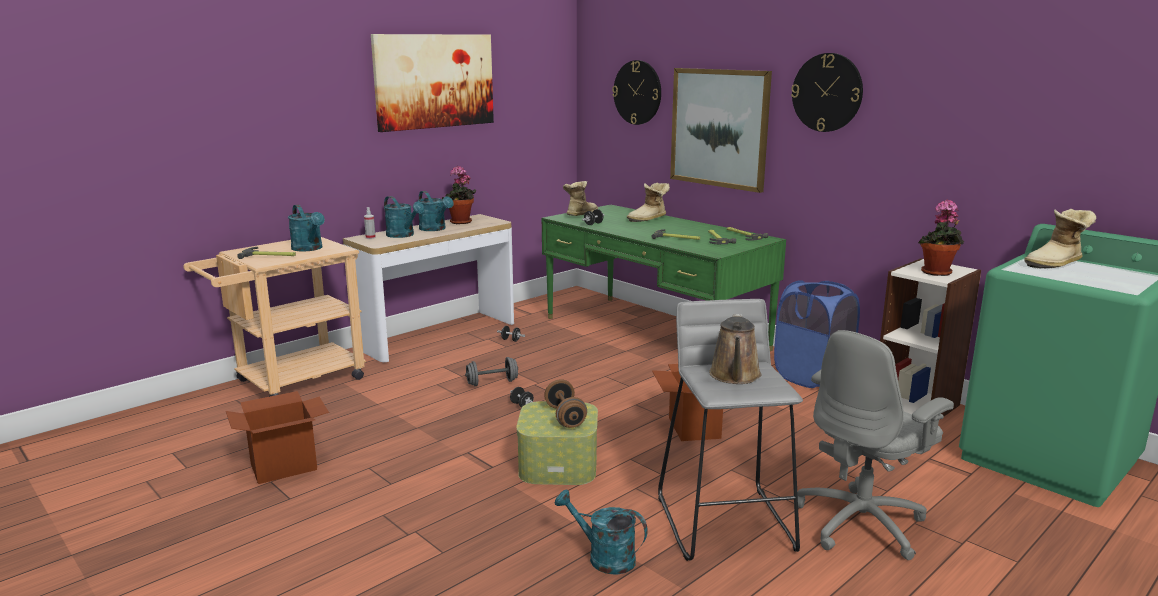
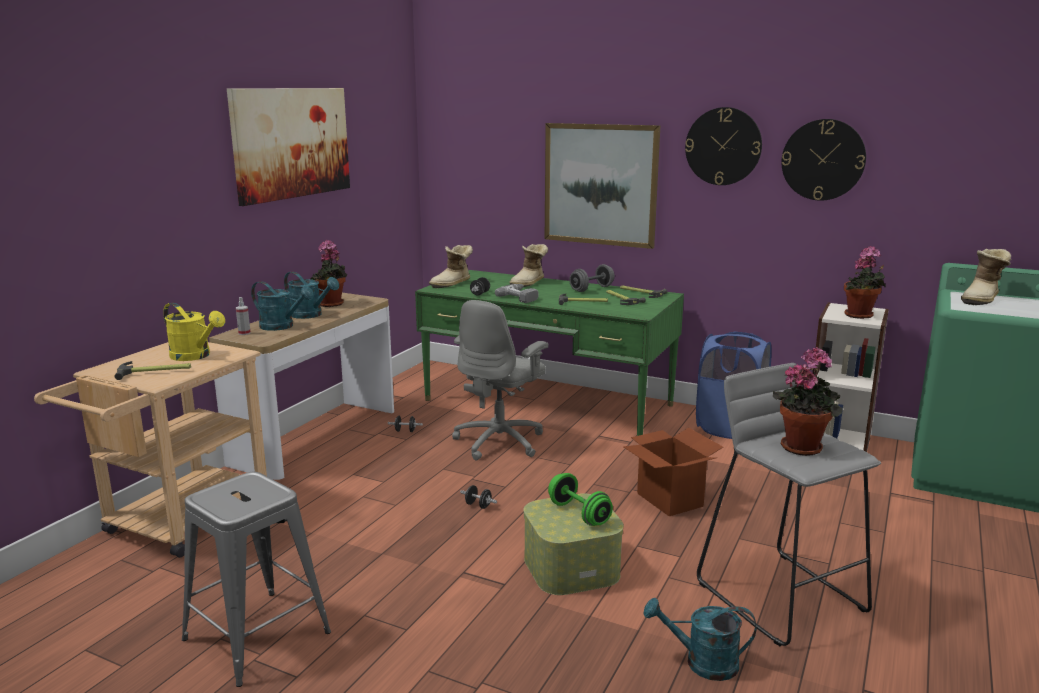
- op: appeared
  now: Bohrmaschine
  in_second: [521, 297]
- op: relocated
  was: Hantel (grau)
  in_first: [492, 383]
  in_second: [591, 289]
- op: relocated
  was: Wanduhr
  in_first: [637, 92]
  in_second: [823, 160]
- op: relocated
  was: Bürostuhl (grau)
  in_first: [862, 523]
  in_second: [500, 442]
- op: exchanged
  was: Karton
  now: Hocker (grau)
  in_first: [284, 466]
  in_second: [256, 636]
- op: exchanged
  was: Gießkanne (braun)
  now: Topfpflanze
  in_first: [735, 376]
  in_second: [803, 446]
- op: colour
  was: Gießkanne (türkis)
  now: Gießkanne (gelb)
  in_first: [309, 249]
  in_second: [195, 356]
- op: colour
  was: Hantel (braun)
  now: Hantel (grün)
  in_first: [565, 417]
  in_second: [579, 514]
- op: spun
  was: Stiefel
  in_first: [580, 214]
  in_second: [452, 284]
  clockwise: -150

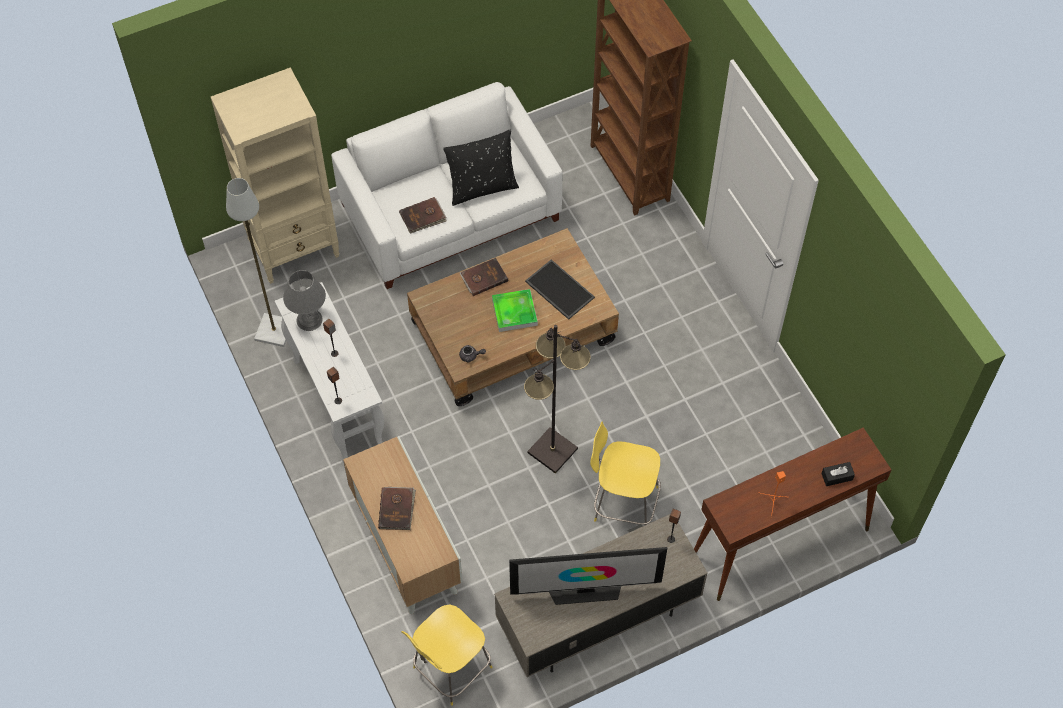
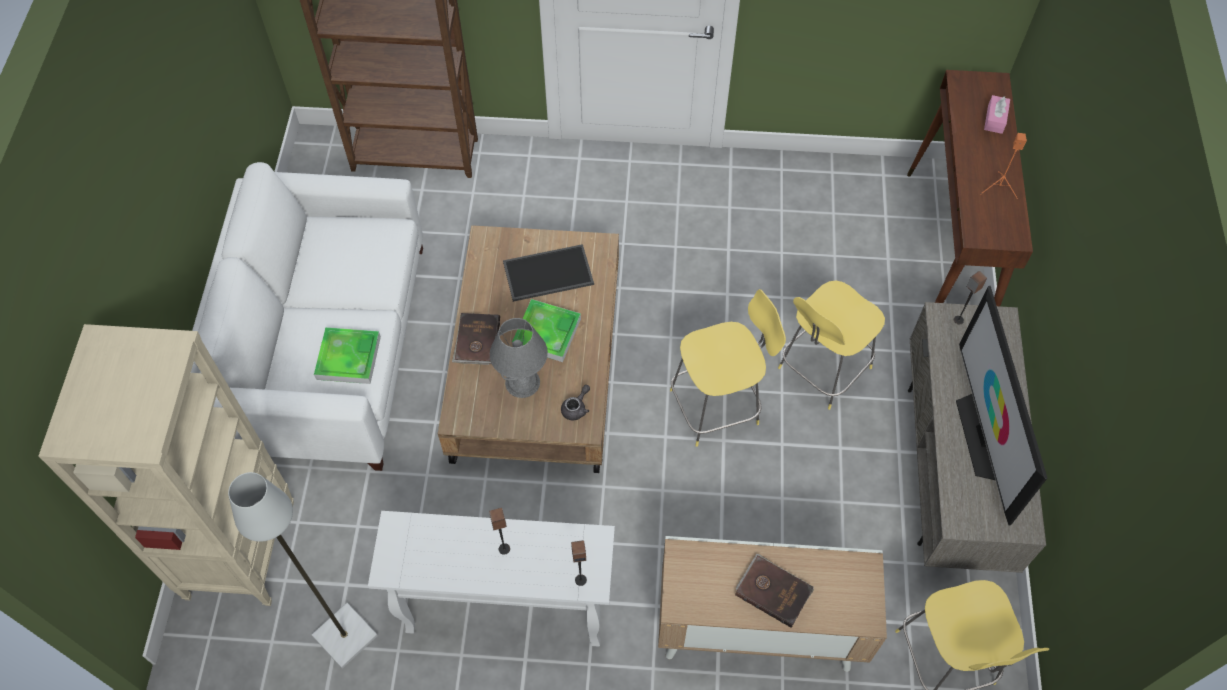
- op: missing
  was: Kissen (schwarz)
  in_first: [482, 187]
- op: relocated
  was: Tischlampe (grau)
  in_first: [309, 320]
  in_second: [522, 382]
- op: exchanged
  was: Buch (braun)
  now: Tablett
  in_first: [423, 217]
  in_second: [348, 358]
- op: exchanged
  was: Stehlampe (schwarz)
  now: Hocker (gelb)
  in_first: [552, 451]
  in_second: [717, 406]
- op: colour
  was: Taschentuchbox (schwarz)
  now: Taschentuchbox (rosa)
  in_first: [837, 476]
  in_second: [995, 119]
- op: spun
  was: Fernseher
  in_first: [585, 589]
  in_second: [983, 436]
  clockwise: 150

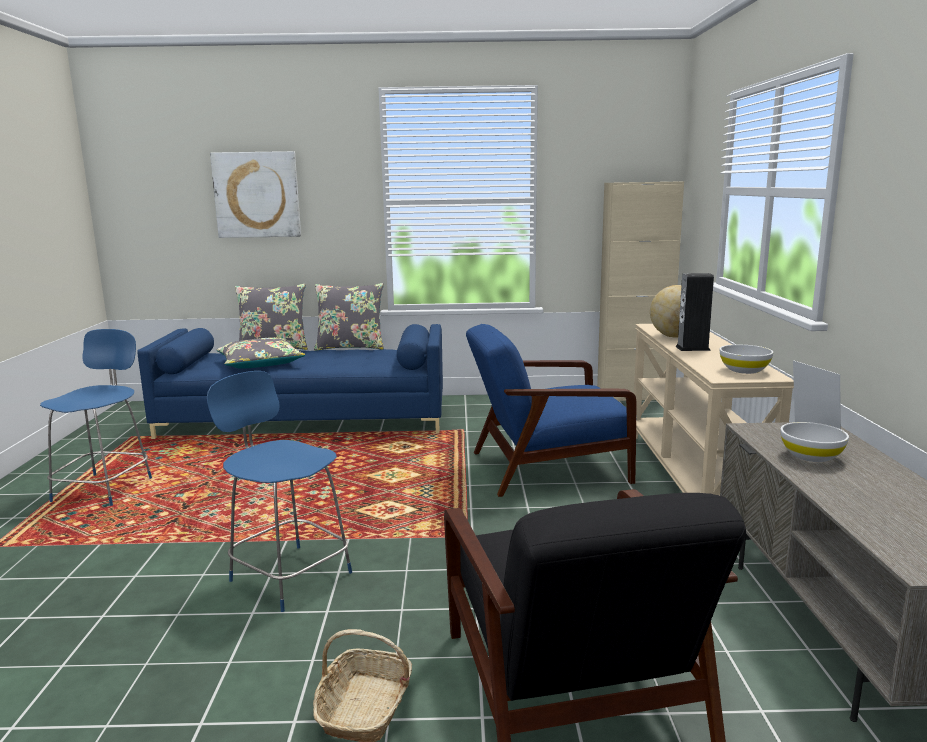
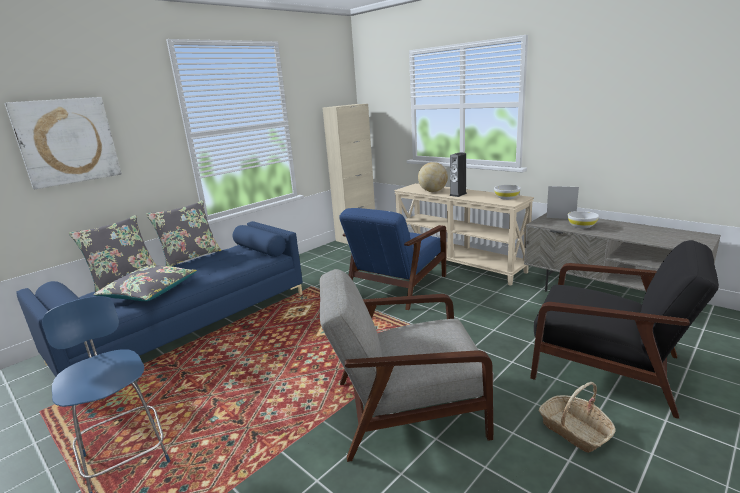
- op: exchanged
  was: Hocker (blau)
  now: Sessel (grau)
  in_first: [288, 575]
  in_second: [405, 408]

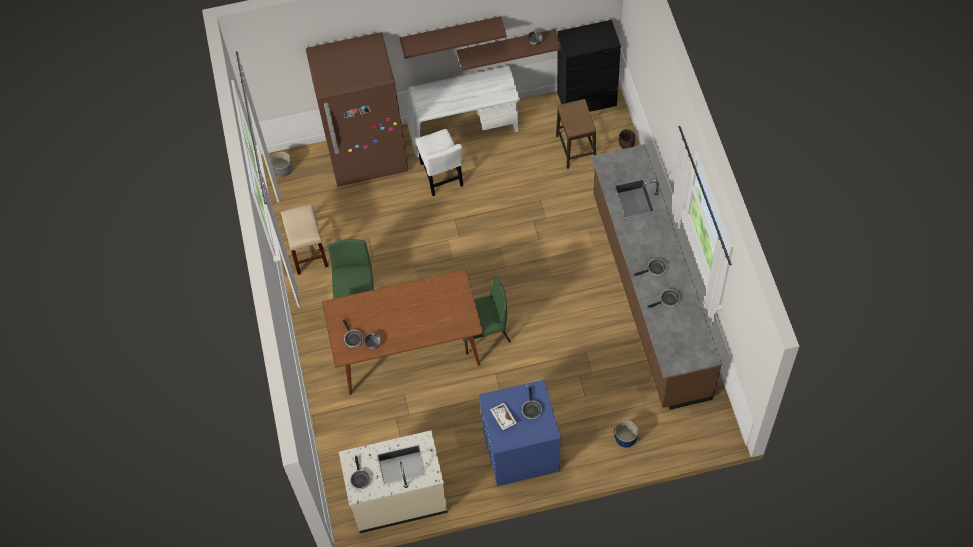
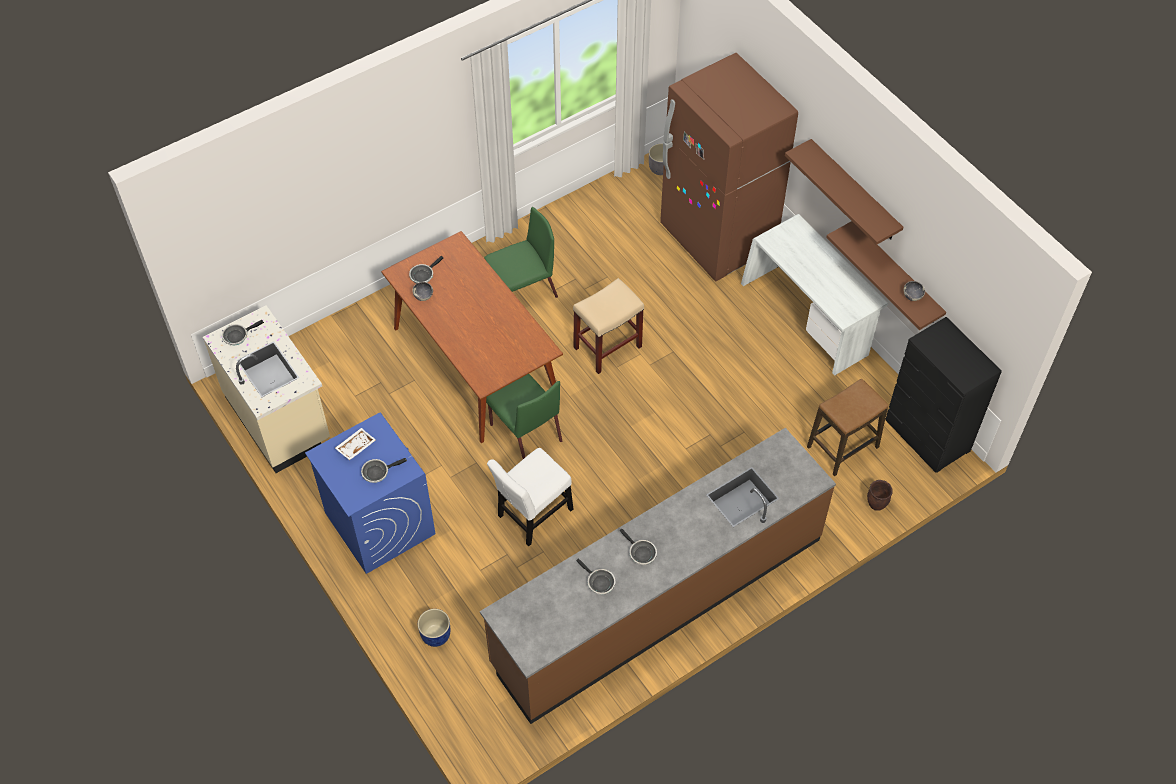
- op: relocated
  was: Hocker (beige)
  in_first: [309, 253]
  in_second: [607, 348]
- op: relocated
  was: Stuhl (weiß)
  in_first: [441, 177]
  in_second: [532, 515]

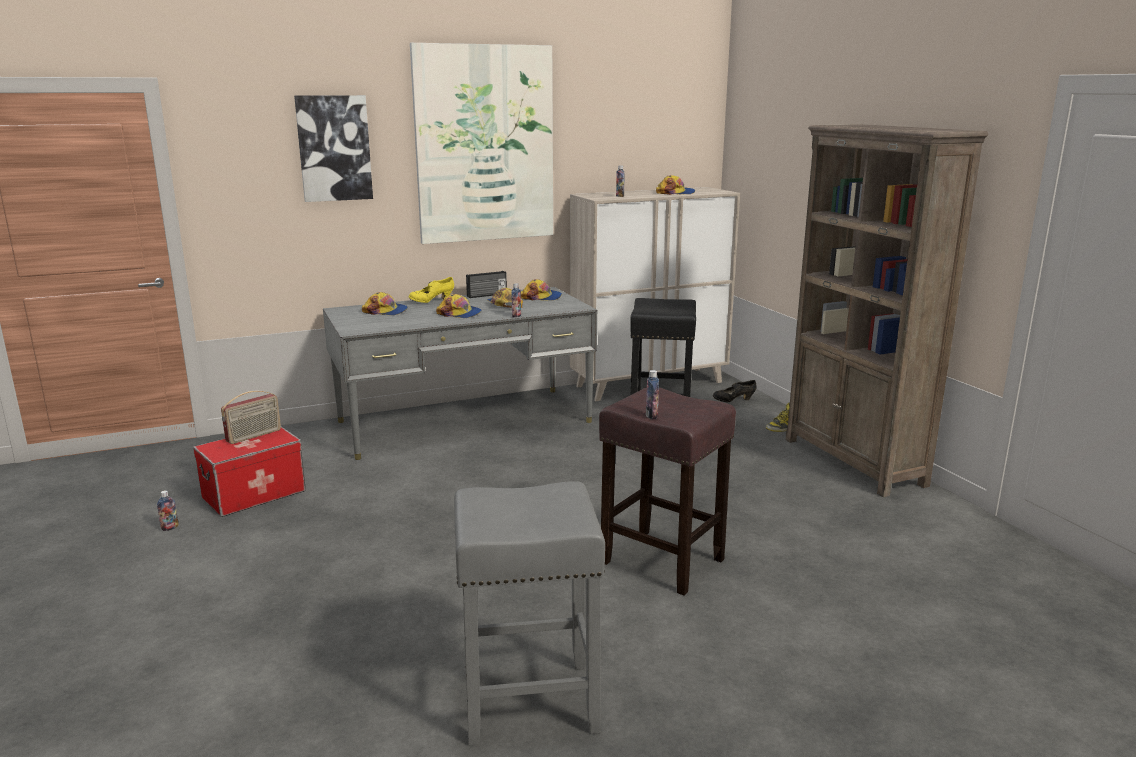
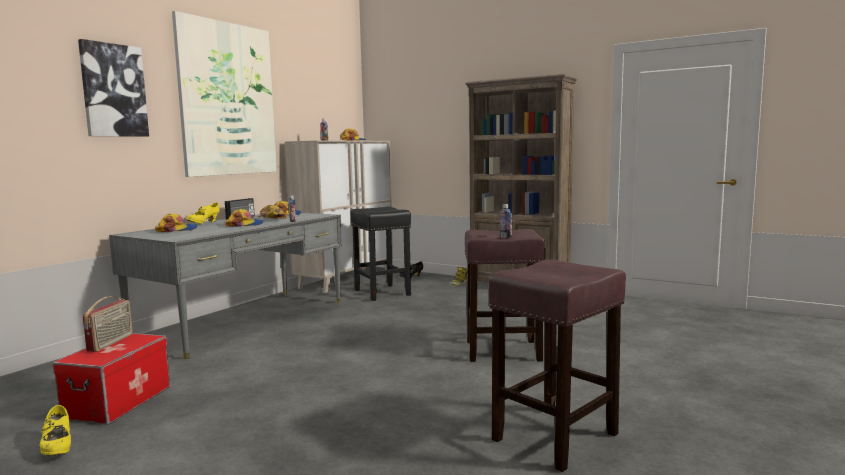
- op: exchanged
  was: Flasche
  now: Schuh (gelb)
  in_first: [170, 528]
  in_second: [58, 448]
- op: colour
  was: Hocker (grau)
  now: Hocker (braun)
  in_first: [527, 702]
  in_second: [554, 437]

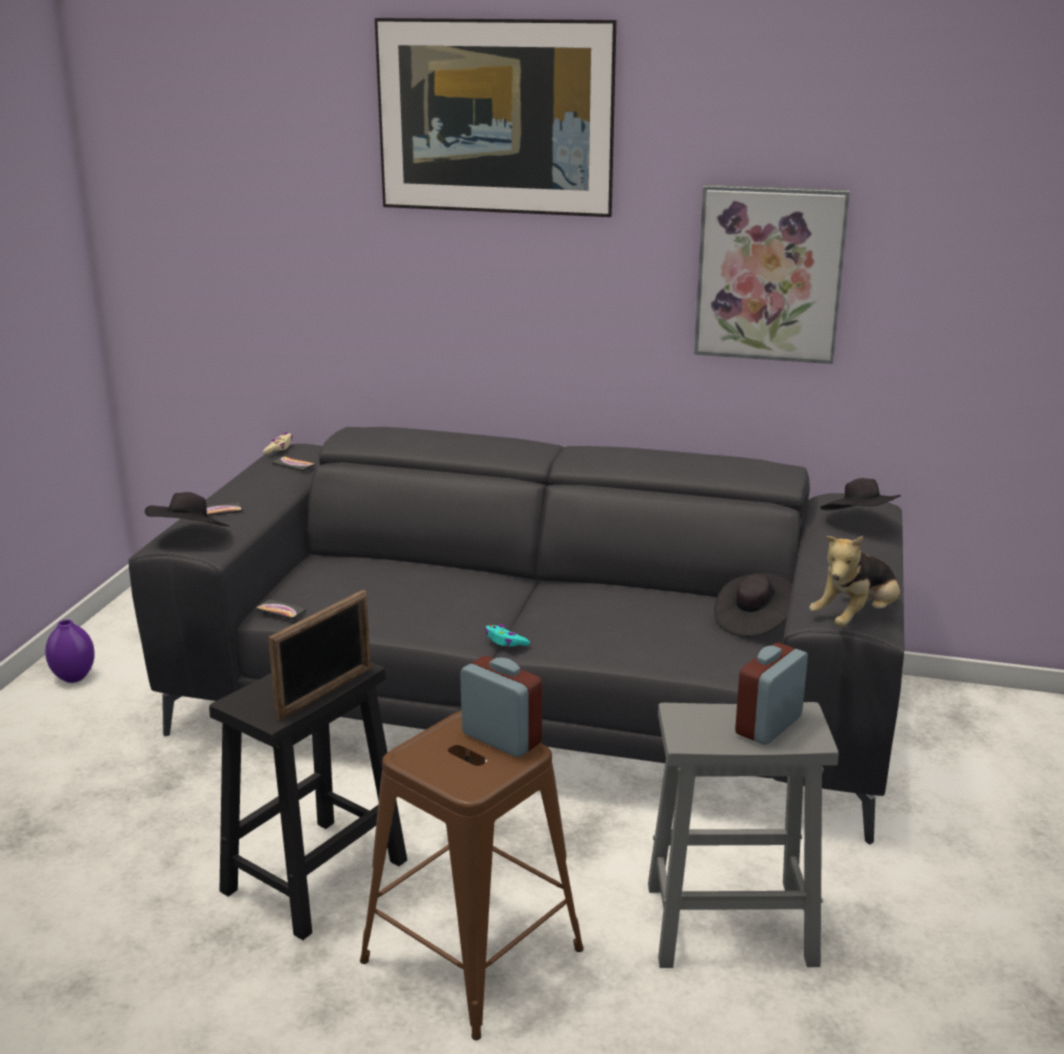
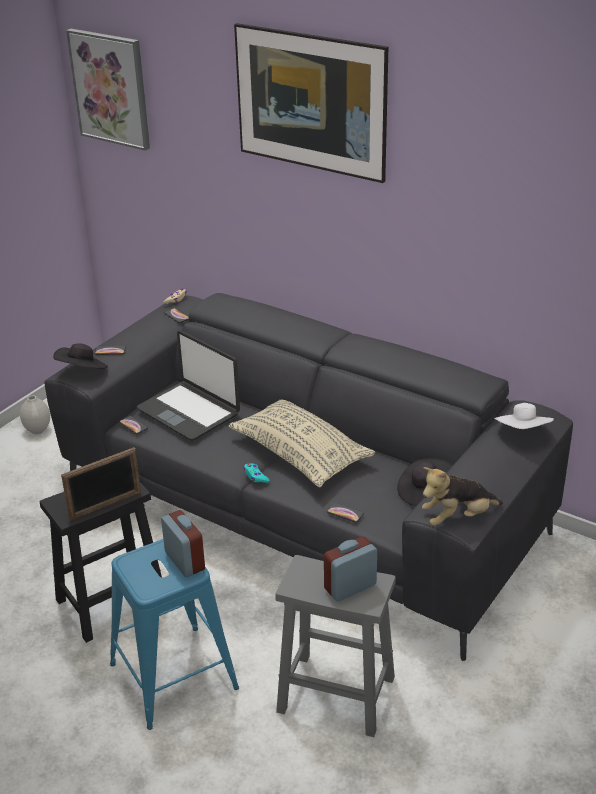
- op: appeared
  now: Laptop
  in_second: [189, 411]
- op: appeared
  now: Kissen (beige)
  in_second: [301, 454]
- op: appeared
  now: Handy
  in_second: [345, 513]
- op: relocated
  was: Bild
  in_first: [769, 273]
  in_second: [111, 88]
- op: colour
  was: Vase (lila)
  now: Vase (weiß)
  in_first: [74, 677]
  in_second: [38, 430]
- op: colour
  was: Hocker (braun)
  now: Hocker (blau)
  in_first: [473, 955]
  in_second: [174, 676]
- op: colour
  was: Hut (schwarz)
  now: Hut (weiß)
  in_first: [859, 522]
  in_second: [523, 433]

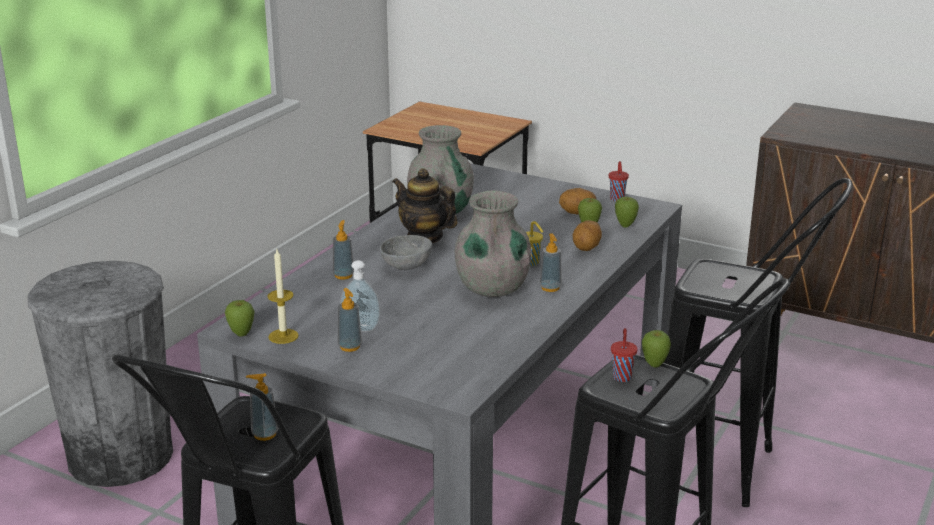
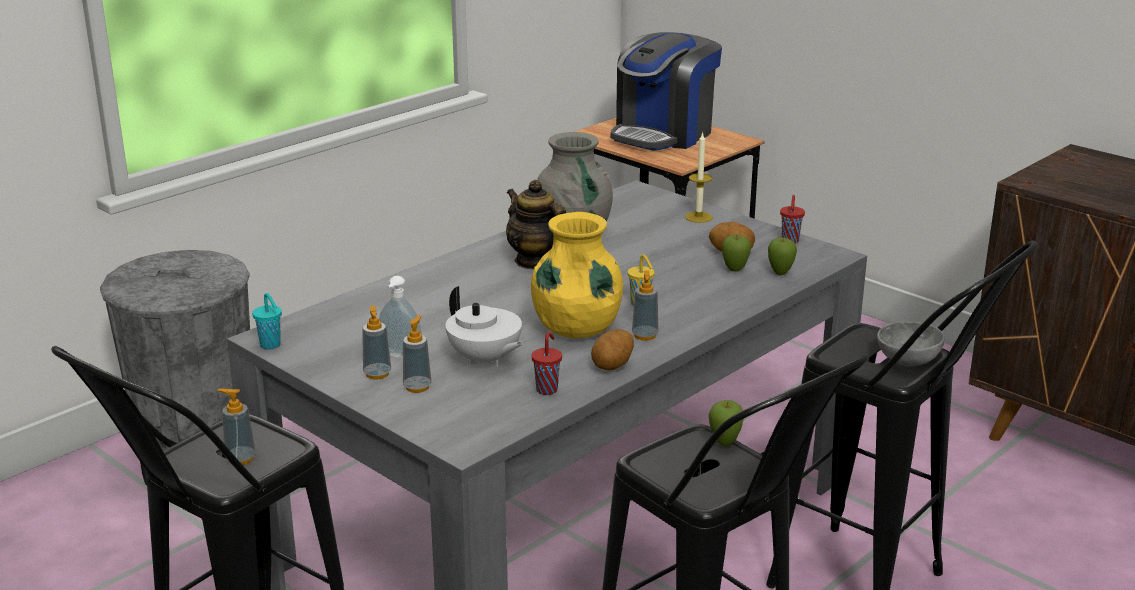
- op: appeared
  now: Teekanne (weiß)
  in_second: [484, 360]
- op: appeared
  now: Kaffeemaschine
  in_second: [663, 134]
- op: relocated
  was: Kerze
  in_first: [283, 336]
  in_second: [698, 217]
- op: relocated
  was: Seifenspender
  in_first: [343, 275]
  in_second: [417, 387]
- op: relocated
  was: Schüssel (grau)
  in_first: [405, 265]
  in_second: [906, 360]
- op: relocated
  was: Kartoffel
  in_first: [586, 248]
  in_second: [613, 366]
- op: relocated
  was: Tasse (rot)
  in_first: [622, 377]
  in_second: [547, 389]
- op: exchanged
  was: Apfel
  now: Tasse (türkis)
  in_first: [241, 335]
  in_second: [271, 345]
- op: colour
  was: Vase (grau)
  now: Vase (gelb)
  in_first: [492, 289]
  in_second: [576, 328]

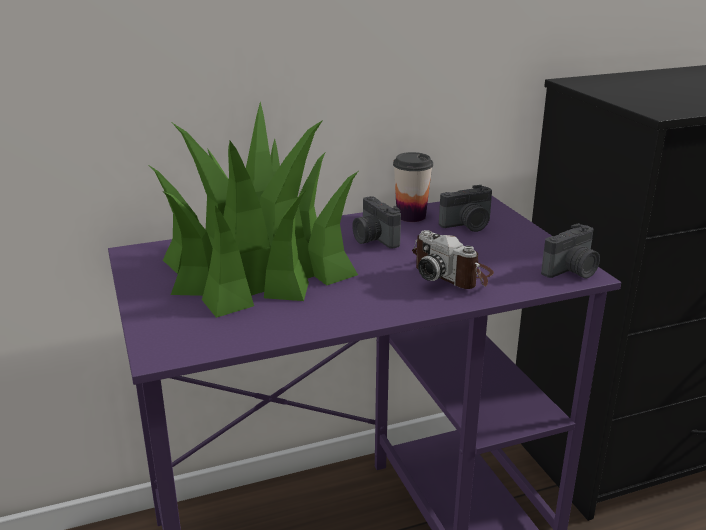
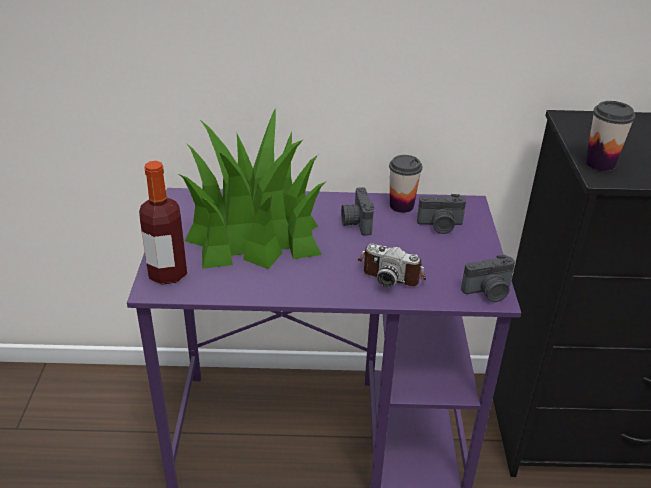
- op: appeared
  now: Flasche
  in_second: [167, 274]
- op: appeared
  now: Tasse
  in_second: [600, 163]
- op: spun
  was: Kamera
  in_first: [453, 273]
  in_second: [392, 271]
  clockwise: -45

